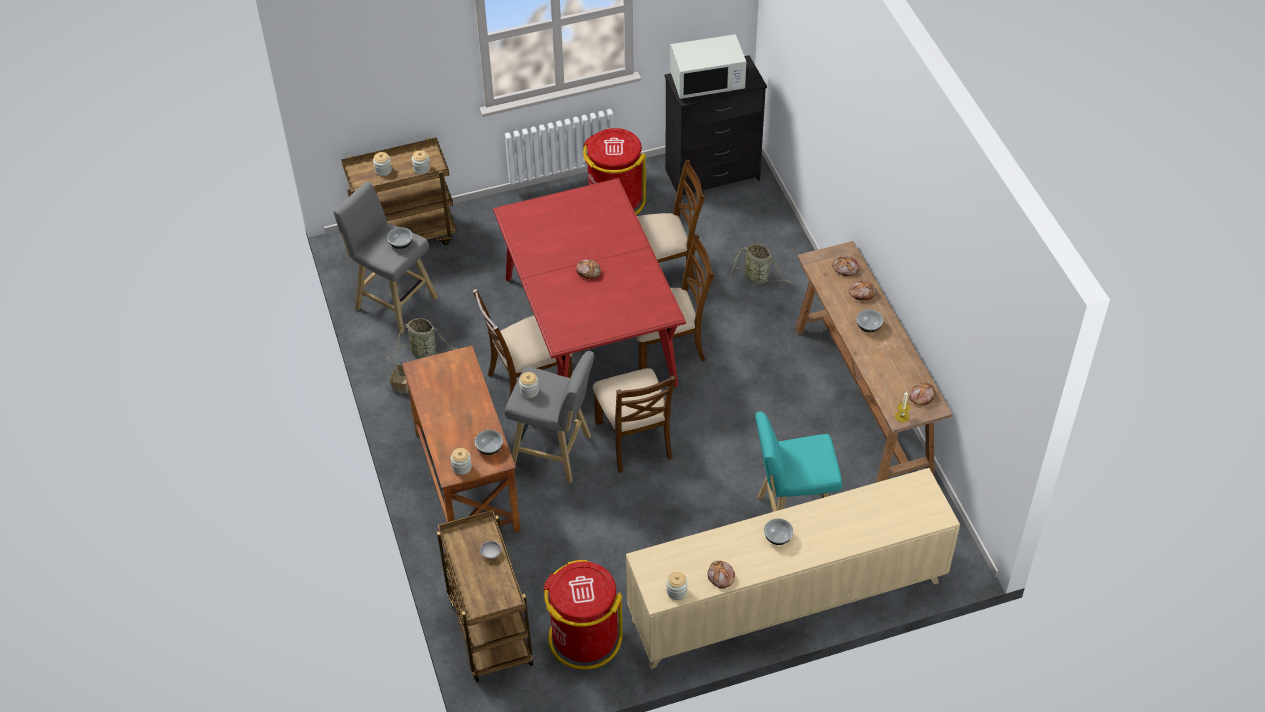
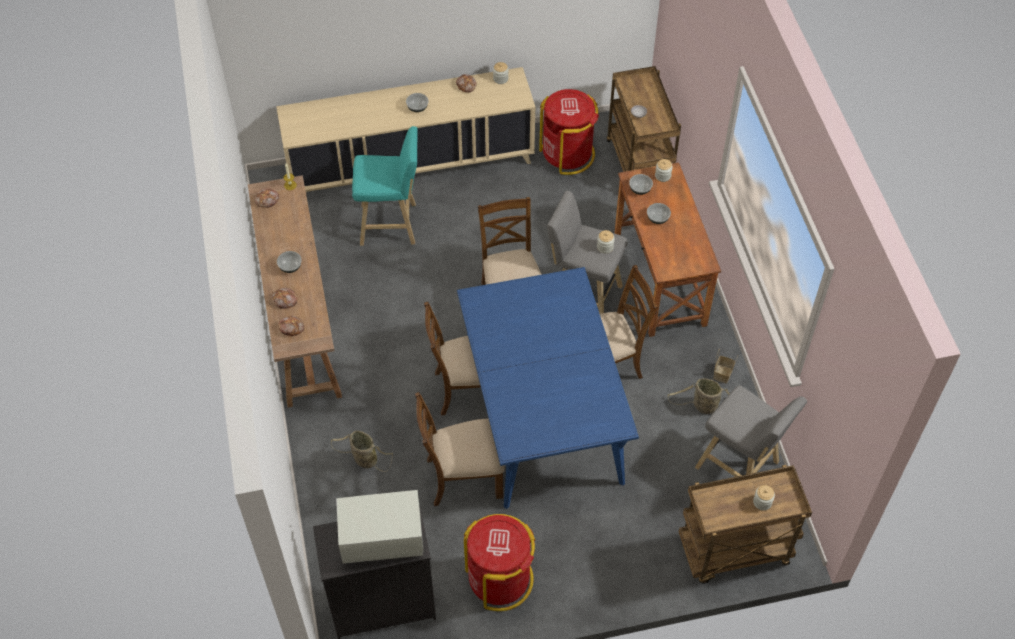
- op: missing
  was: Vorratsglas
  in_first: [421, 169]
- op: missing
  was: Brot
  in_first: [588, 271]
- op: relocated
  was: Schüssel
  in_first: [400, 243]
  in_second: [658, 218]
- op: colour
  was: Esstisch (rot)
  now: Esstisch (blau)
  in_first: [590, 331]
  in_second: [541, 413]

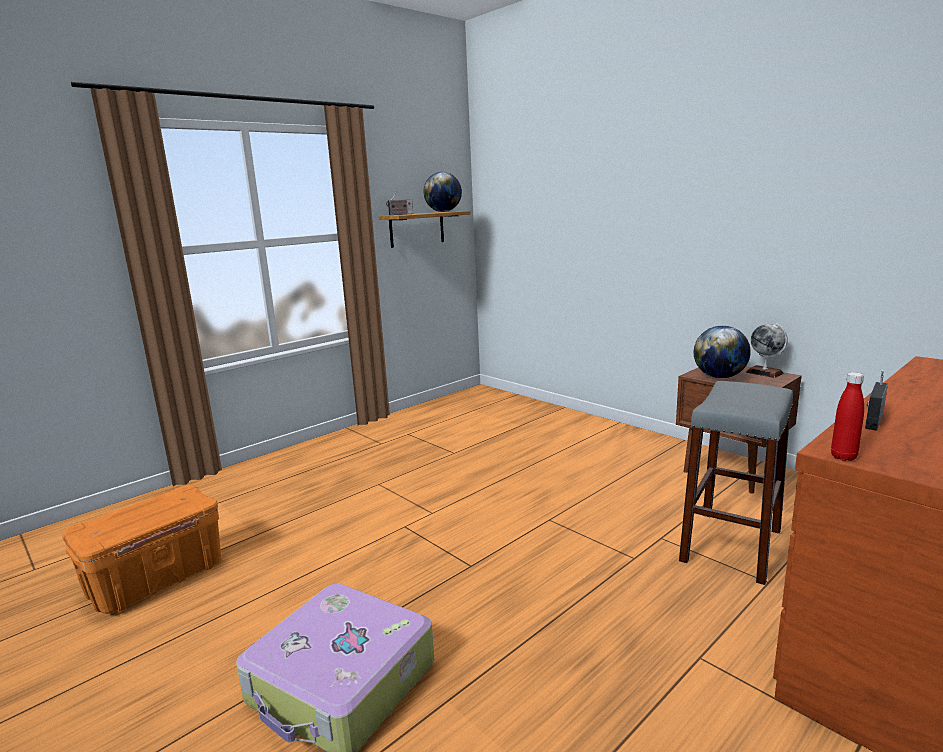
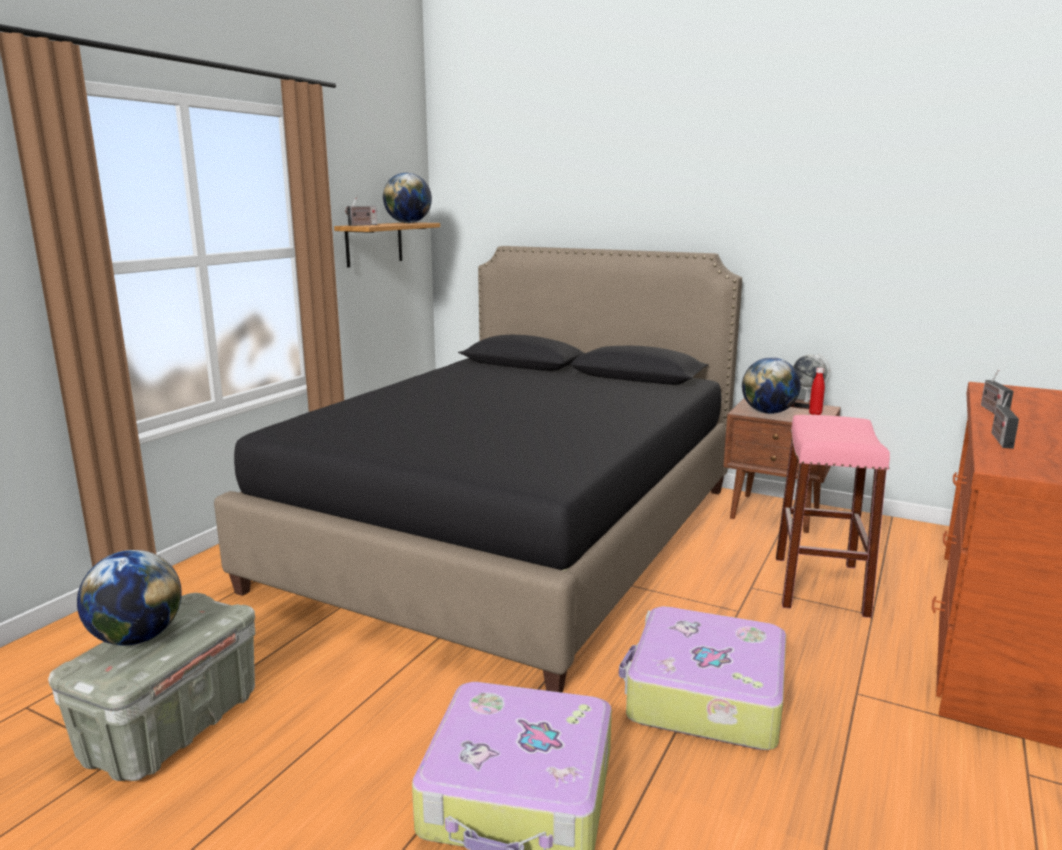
- op: appeared
  now: Globus
  in_second: [137, 638]
- op: appeared
  now: Bett (schwarz)
  in_second: [512, 535]
- op: appeared
  now: Koffer
  in_second: [704, 695]
- op: appeared
  now: Radio
  in_second: [992, 410]
- op: relocated
  was: Flasche (rot)
  in_first: [843, 457]
  in_second: [815, 414]
- op: colour
  was: Aufbewahrungsbox (orange)
  now: Aufbewahrungsbox (grau)
  in_first: [157, 578]
  in_second: [172, 726]
- op: colour
  was: Hocker (grau)
  now: Hocker (rosa)
  in_first: [731, 545]
  in_second: [820, 585]

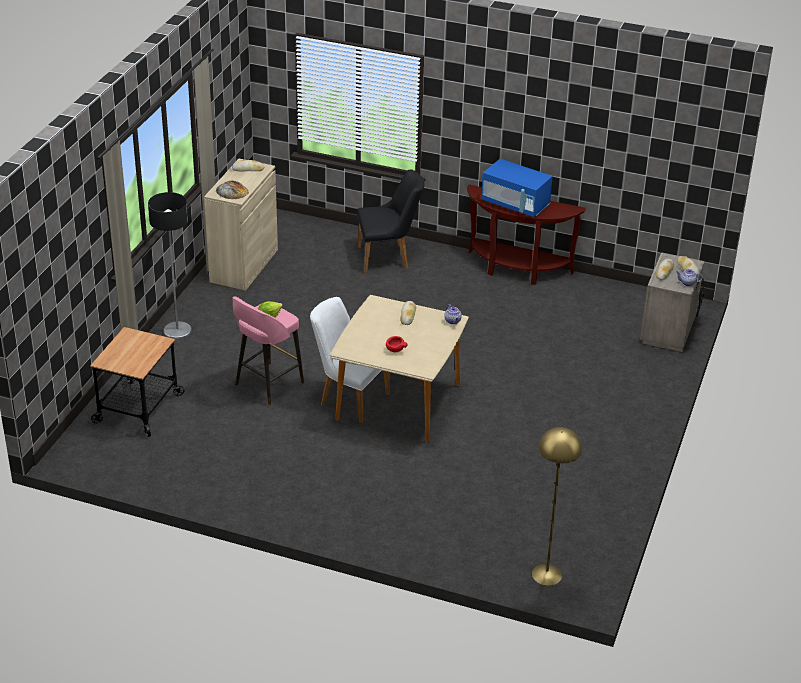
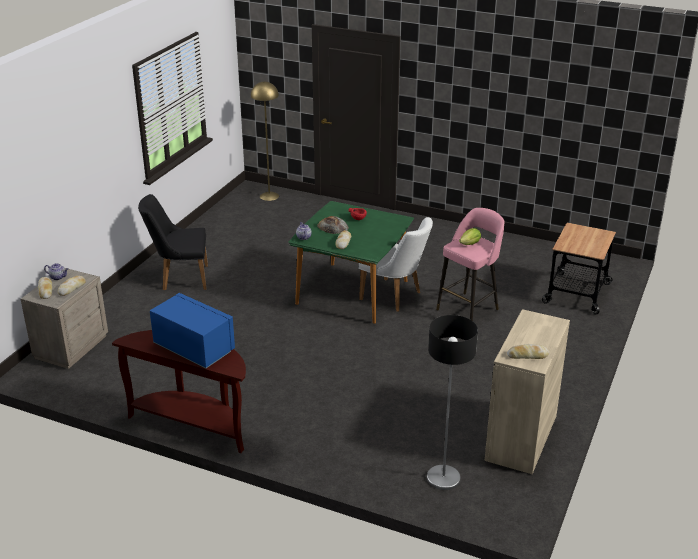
- op: relocated
  was: Stehlampe
  in_first: [177, 331]
  in_second: [443, 478]
- op: relocated
  was: Brot
  in_first: [232, 191]
  in_second: [333, 227]
- op: relocated
  was: Stuhl (schwarz)
  in_first: [388, 257]
  in_second: [180, 278]
- op: colour
  was: Esstisch (beige)
  now: Esstisch (grün)
  in_first: [399, 401]
  in_second: [352, 293]

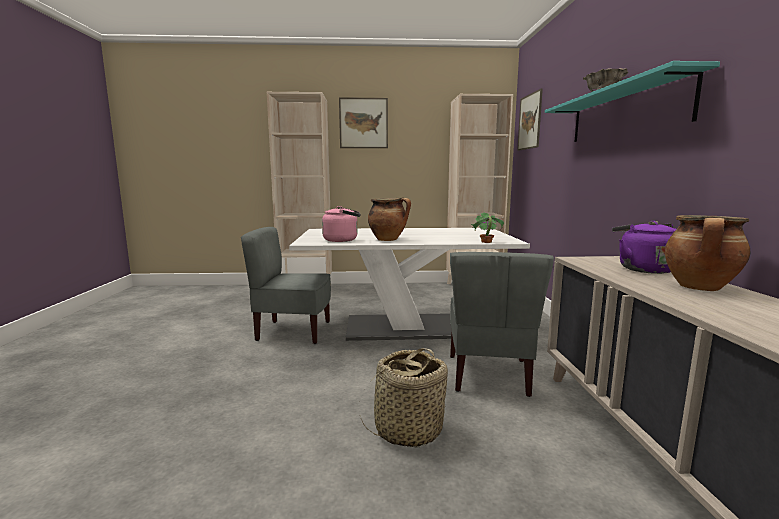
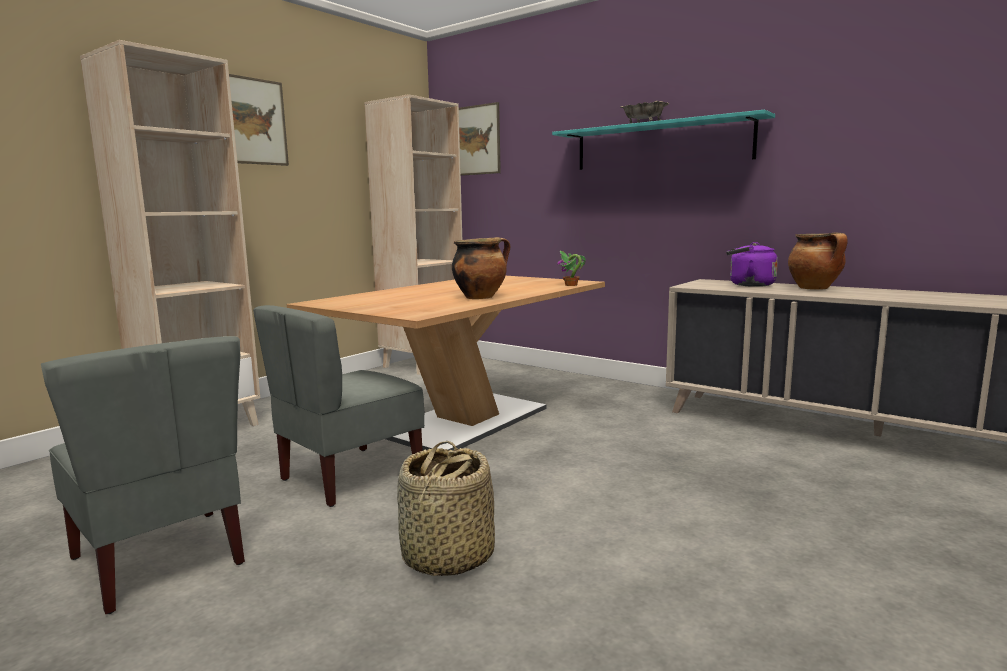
- op: missing
  was: Wasserkessel (rosa)
  in_first: [343, 240]
- op: relocated
  was: Korb
  in_first: [408, 430]
  in_second: [446, 556]
- op: relocated
  was: Stuhl (grau)
  in_first: [489, 375]
  in_second: [161, 560]
- op: colour
  was: Esstisch (weiß)
  now: Esstisch (braun)
  in_first: [404, 327]
  in_second: [466, 421]

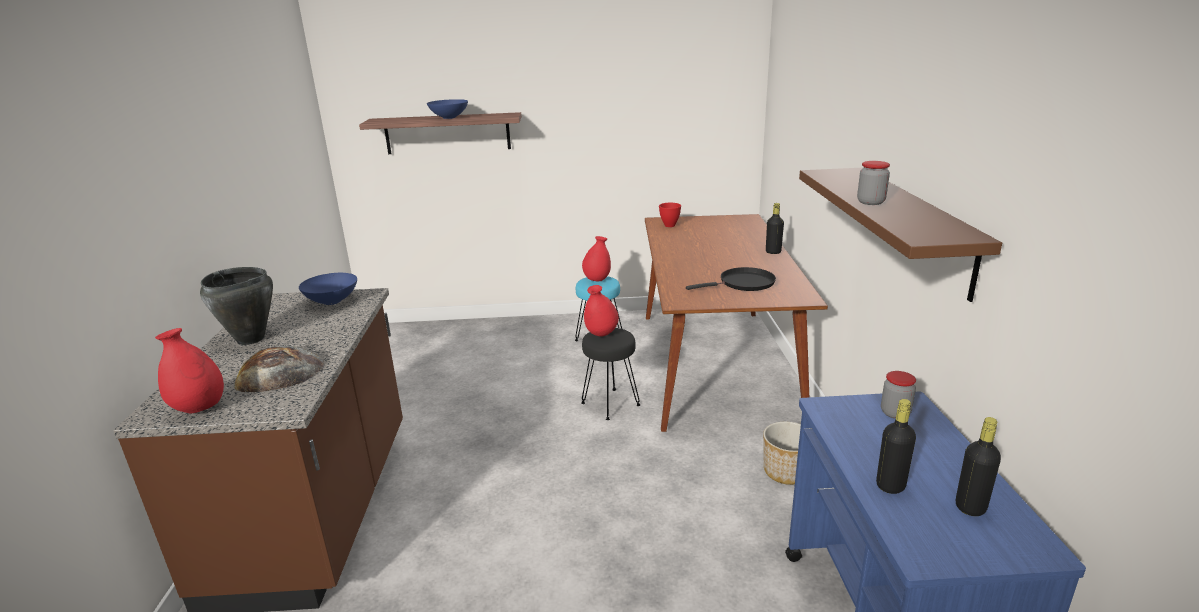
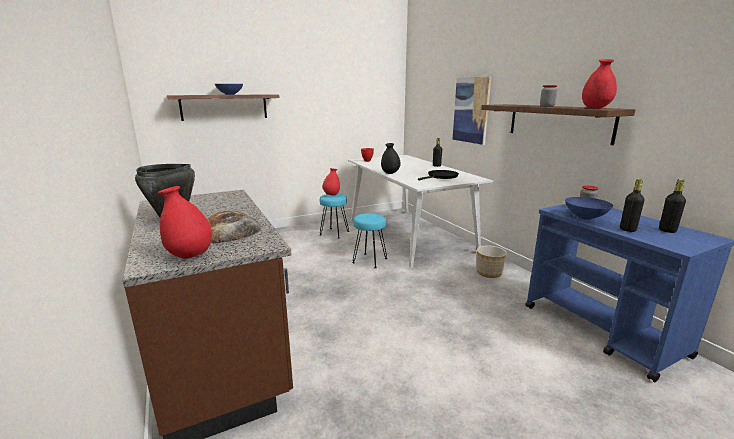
- op: appeared
  now: Vase (schwarz)
  in_second: [390, 173]
- op: appeared
  now: Bild
  in_second: [471, 110]
- op: relocated
  was: Schüssel (blau)
  in_first: [333, 301]
  in_second: [585, 217]
- op: relocated
  was: Vase (rot)
  in_first: [601, 334]
  in_second: [595, 108]
- op: colour
  was: Hocker (schwarz)
  now: Hocker (türkis)
  in_first: [610, 403]
  in_second: [369, 260]
- op: colour
  was: Esstisch (braun)
  now: Esstisch (weiß)
  in_first: [716, 364]
  in_second: [409, 235]

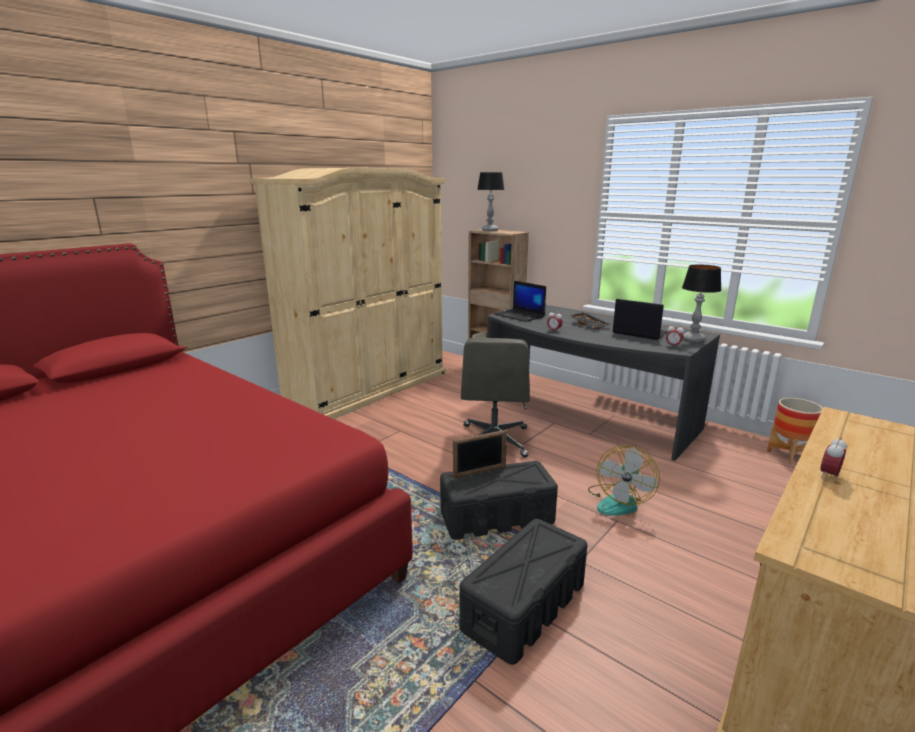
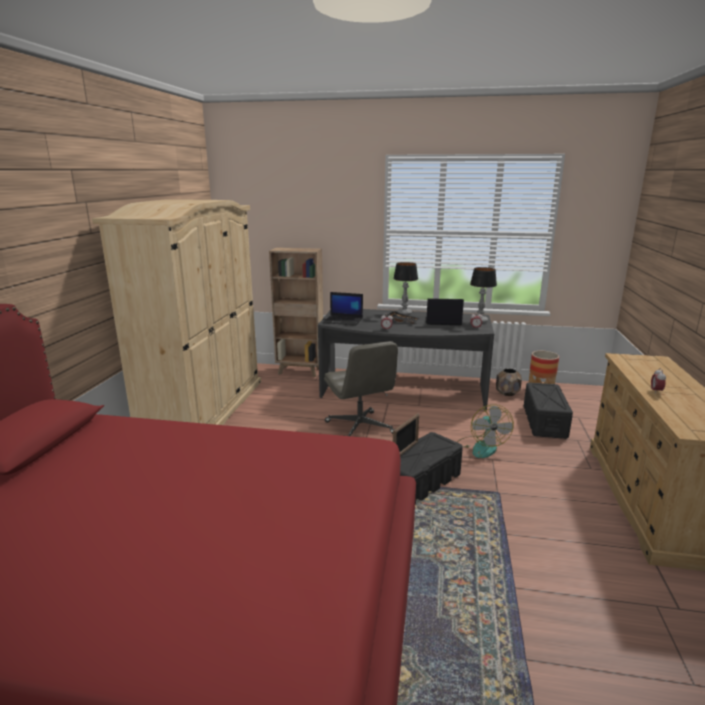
- op: appeared
  now: Pflanzkübel (braun)
  in_second: [507, 393]
- op: relocated
  was: Aufbewahrungsbox (schwarz)
  in_first: [525, 606]
  in_second: [544, 421]
- op: relocated
  was: Tischlampe
  in_first: [489, 230]
  in_second: [404, 313]

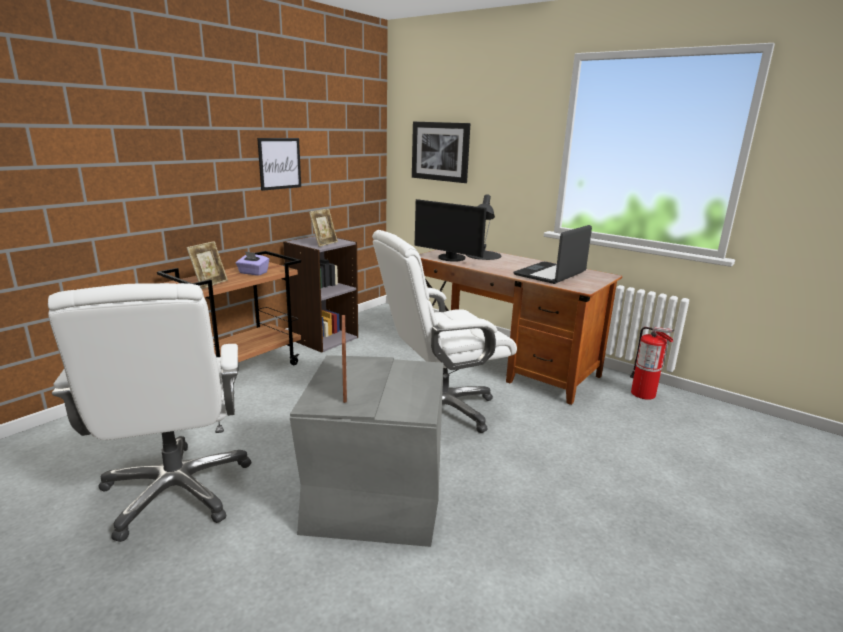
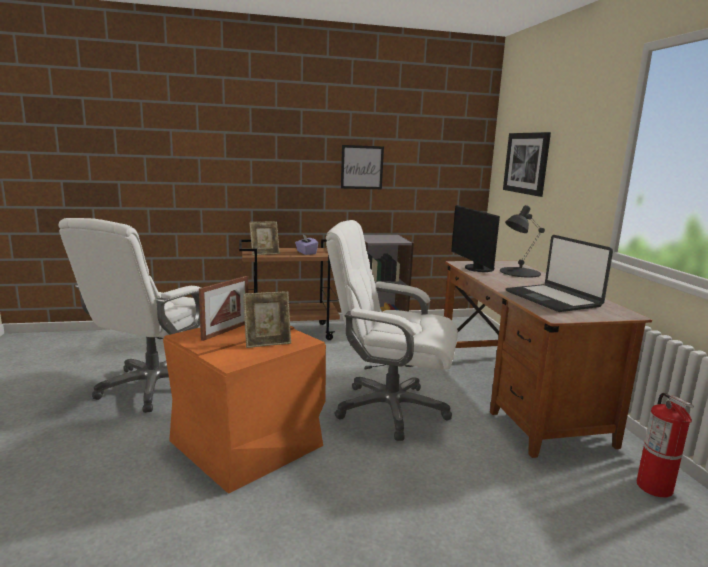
- op: relocated
  was: Bilderrahmen
  in_first: [324, 243]
  in_second: [267, 343]
- op: colour
  was: Aufbewahrungsbox (grau)
  now: Aufbewahrungsbox (orange)
  in_first: [377, 495]
  in_second: [248, 443]
- op: spun
  was: Laptop
  in_first: [550, 274]
  in_second: [553, 299]
  clockwise: -105

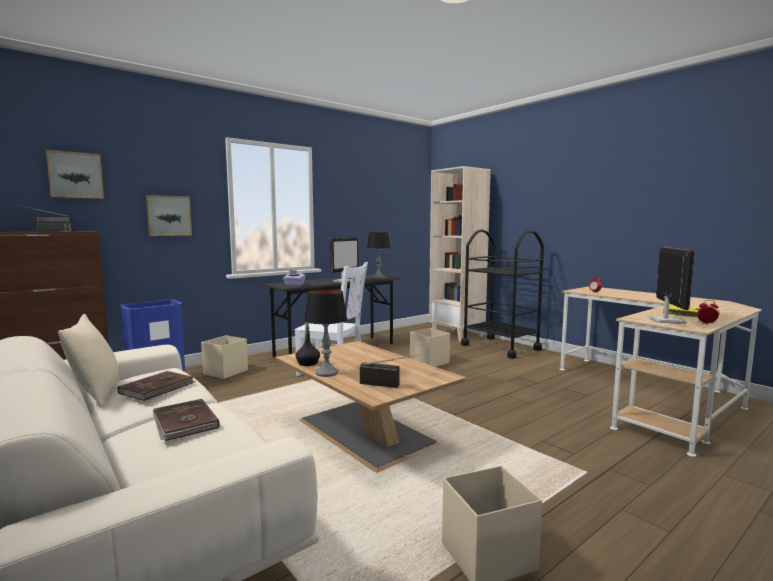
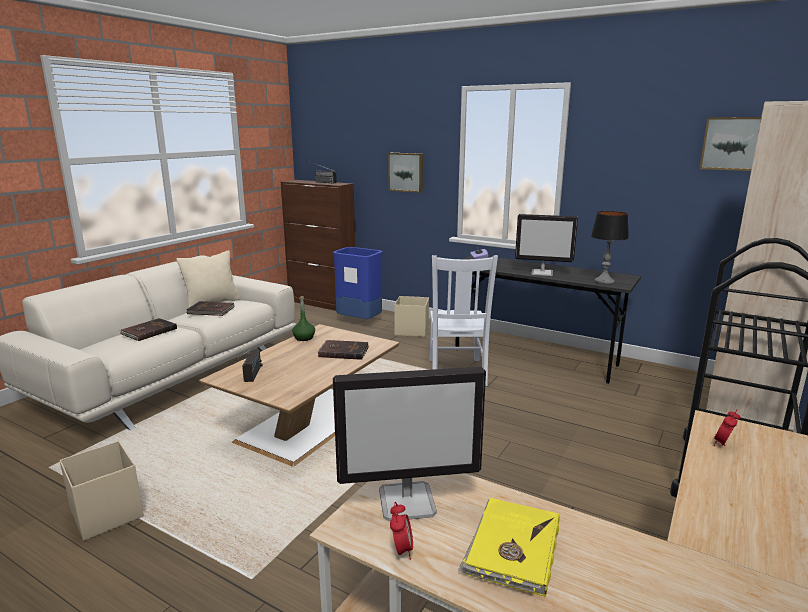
- op: missing
  was: Tischlampe
  in_first: [326, 373]
- op: missing
  was: Aufbewahrungsbox (beige)
  in_first: [429, 362]
- op: appeared
  now: Buch (braun)
  in_second: [343, 351]
- op: relocated
  was: Bild
  in_first: [75, 175]
  in_second: [732, 143]
- op: colour
  was: Flasche (schwarz)
  now: Flasche (grün)
  in_first: [308, 363]
  in_second: [304, 338]

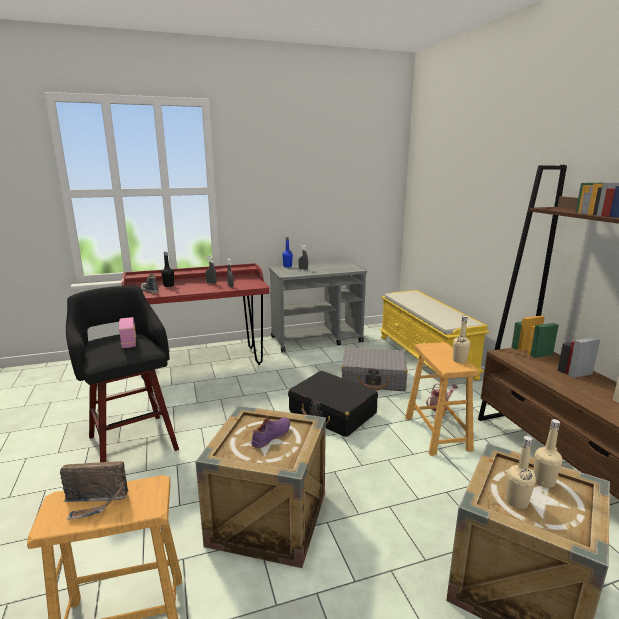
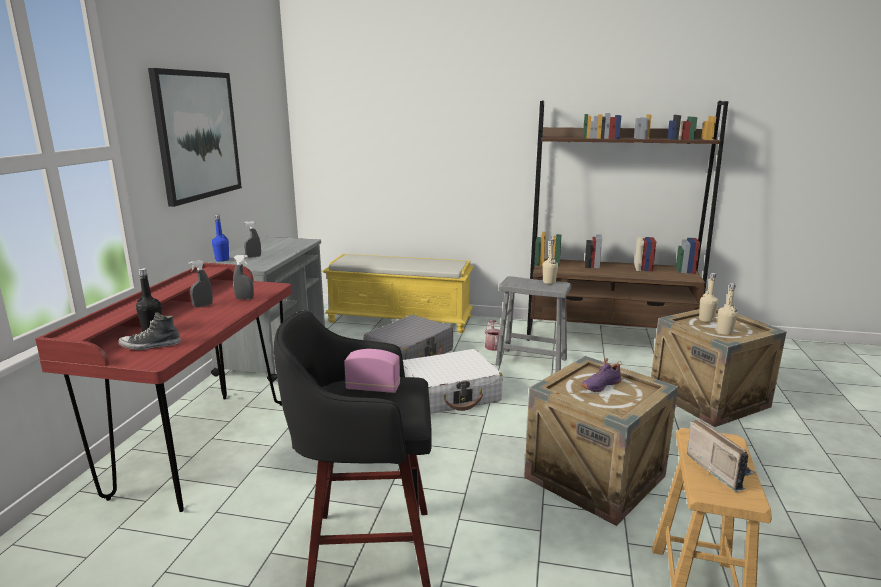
- op: appeared
  now: Bild
  in_second: [198, 135]
- op: colour
  was: Koffer (schwarz)
  now: Koffer (weiß)
  in_first: [332, 413]
  in_second: [451, 394]
- op: colour
  was: Hocker (braun)
  now: Hocker (grau)
  in_first: [437, 433]
  in_second: [531, 361]
- op: spun
  was: Radio
  in_first: [96, 504]
  in_second: [719, 469]
  clockwise: -45
- op: spun
  was: Schuh (lila)
  in_first: [272, 436]
  in_second: [600, 385]
  clockwise: -105

